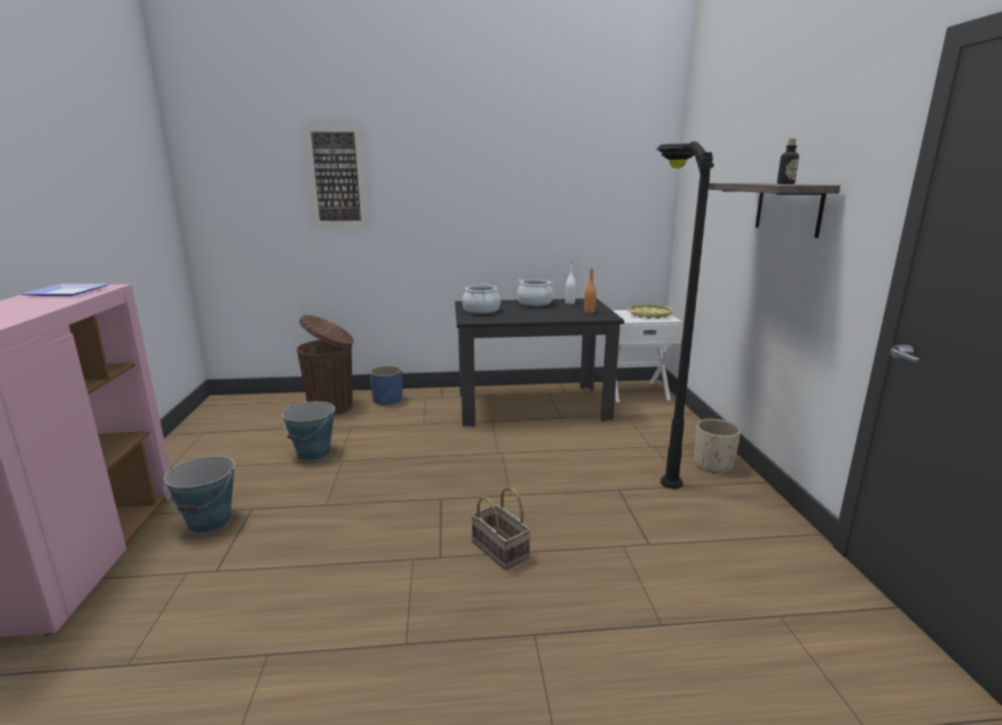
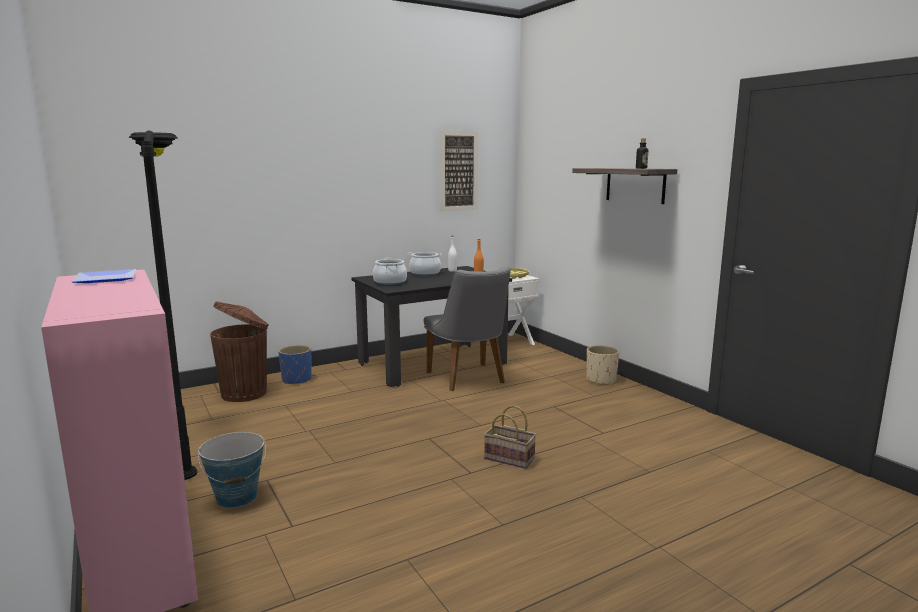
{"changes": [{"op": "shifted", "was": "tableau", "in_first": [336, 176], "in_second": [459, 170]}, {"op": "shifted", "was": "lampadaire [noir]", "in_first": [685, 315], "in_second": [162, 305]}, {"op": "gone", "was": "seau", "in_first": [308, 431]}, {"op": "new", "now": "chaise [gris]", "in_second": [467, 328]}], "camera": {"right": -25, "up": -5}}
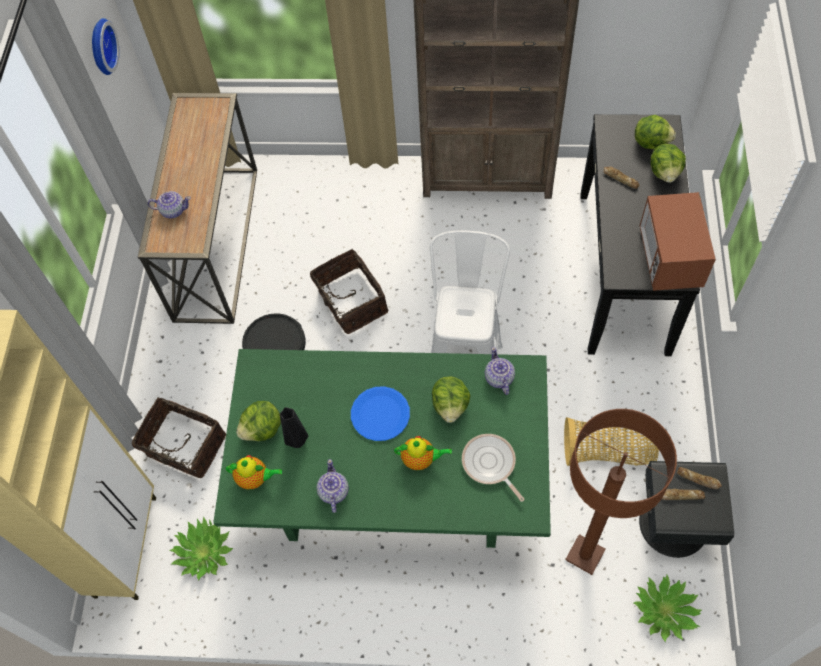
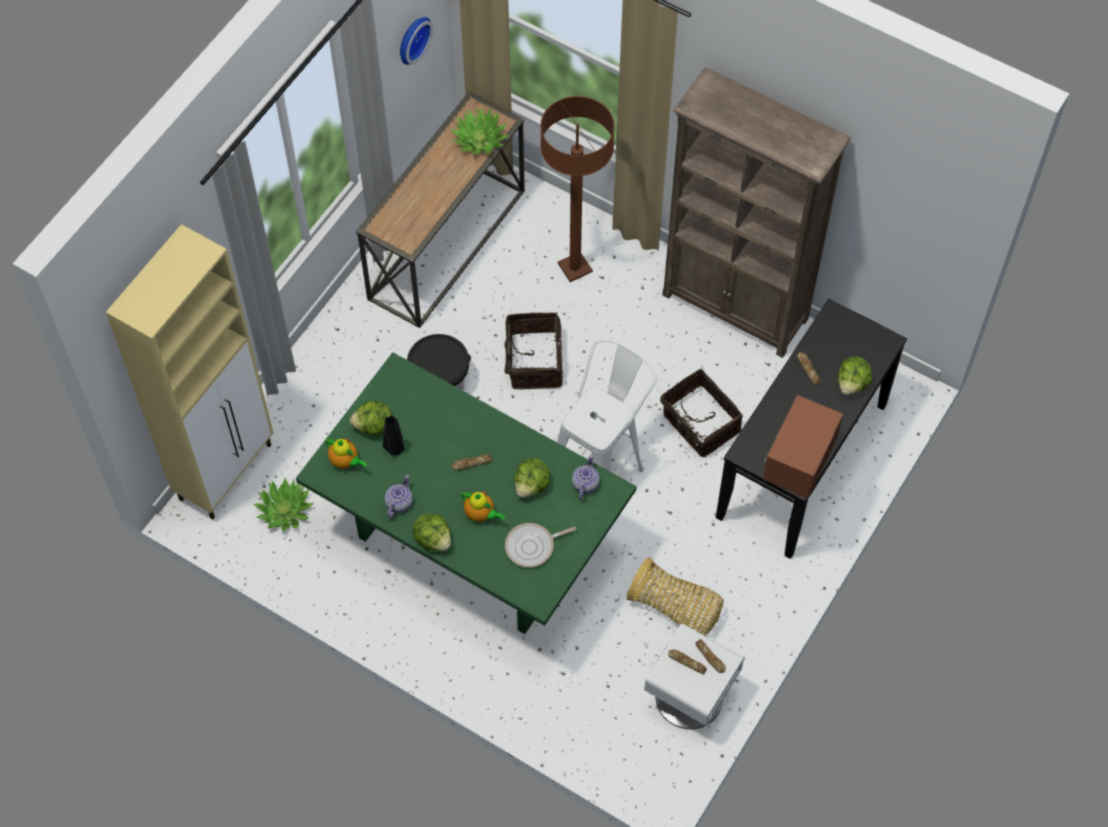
{"changes": [{"op": "shifted", "was": "laitue", "in_first": [655, 132], "in_second": [431, 532]}, {"op": "gone", "was": "théière", "in_first": [169, 205]}, {"op": "swapped", "was": "assiette [bleu]", "now": "pain", "in_first": [380, 413], "in_second": [472, 463]}, {"op": "shifted", "was": "panier", "in_first": [179, 440], "in_second": [701, 413]}, {"op": "shifted", "was": "lampadaire [marron]", "in_first": [621, 492], "in_second": [577, 189]}, {"op": "rotated", "was": "poêle", "in_first": [493, 468], "in_second": [540, 545], "clockwise": -105}, {"op": "repainted", "was": "table de chevet [noir]", "now": "table de chevet [blanc]", "in_first": [686, 509], "in_second": [694, 676]}, {"op": "shifted", "was": "plante en pot", "in_first": [668, 608], "in_second": [480, 131]}], "camera": {"right": 25, "up": 0}}
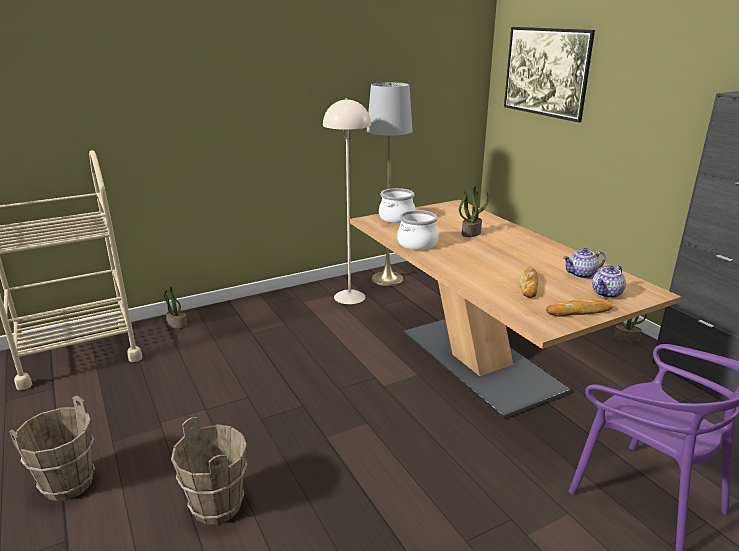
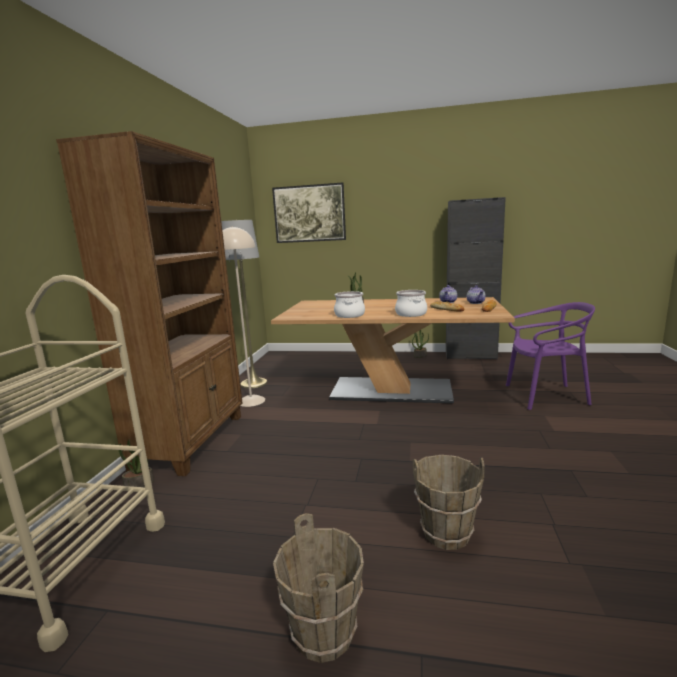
{"changes": [{"op": "shifted", "was": "marmite", "in_first": [397, 205], "in_second": [411, 303]}, {"op": "new", "now": "bibliothèque [marron]", "in_second": [149, 303]}], "camera": {"right": -50, "up": -10}}
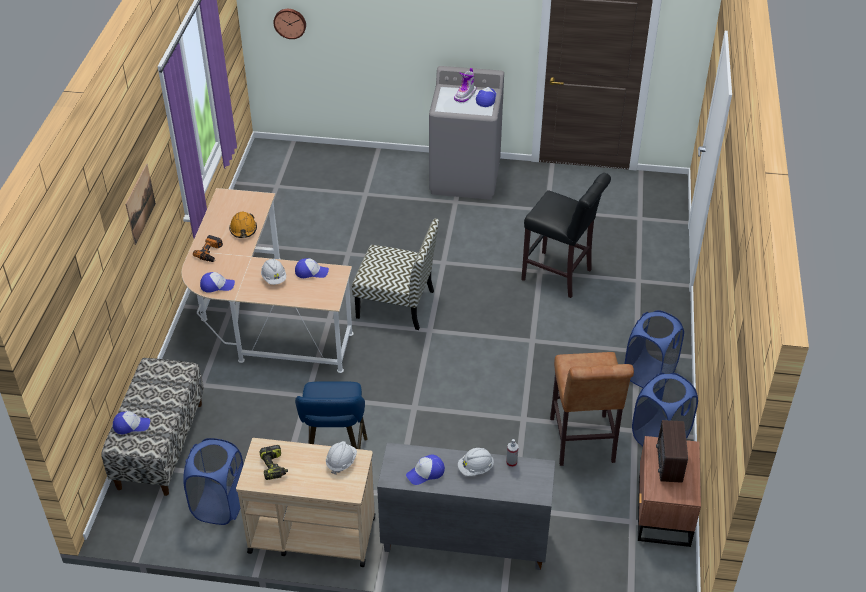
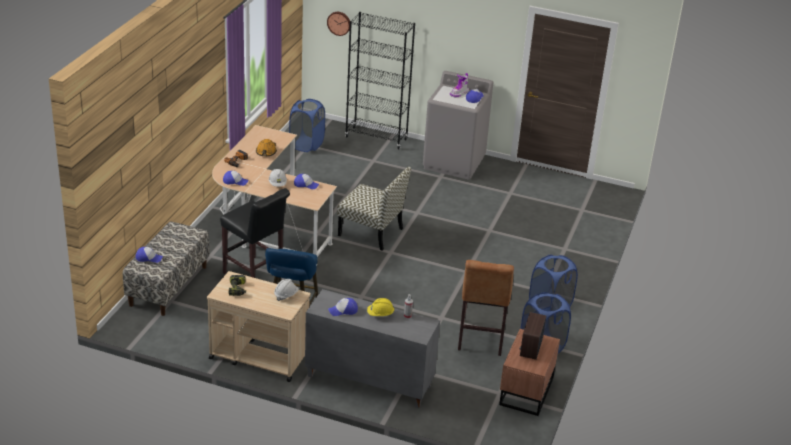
{"changes": [{"op": "gone", "was": "tableau", "in_first": [141, 204]}, {"op": "shifted", "was": "tabouret [noir]", "in_first": [566, 235], "in_second": [255, 233]}, {"op": "shifted", "was": "panier à linge [bleu]", "in_first": [213, 481], "in_second": [307, 125]}, {"op": "repainted", "was": "casque de chantier [blanc]", "now": "casque de chantier [jaune]", "in_first": [476, 462], "in_second": [380, 307]}, {"op": "new", "now": "bibliothèque [noir]", "in_second": [380, 80]}], "camera": {"right": 10, "up": -10}}
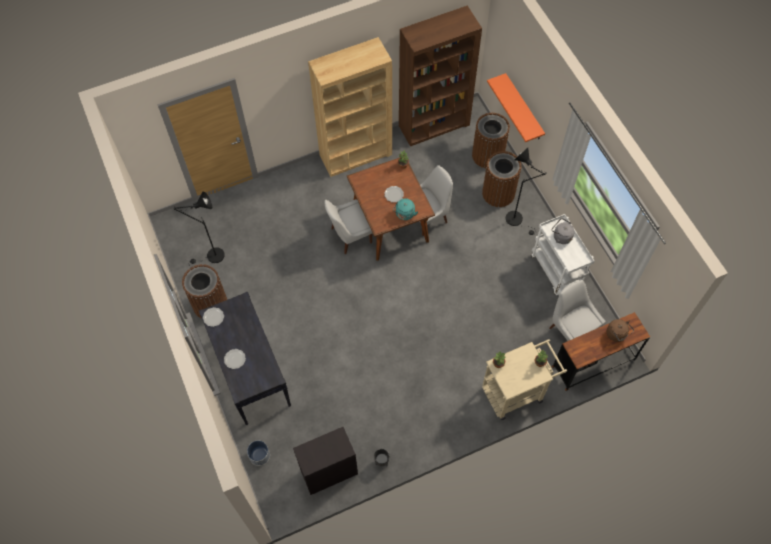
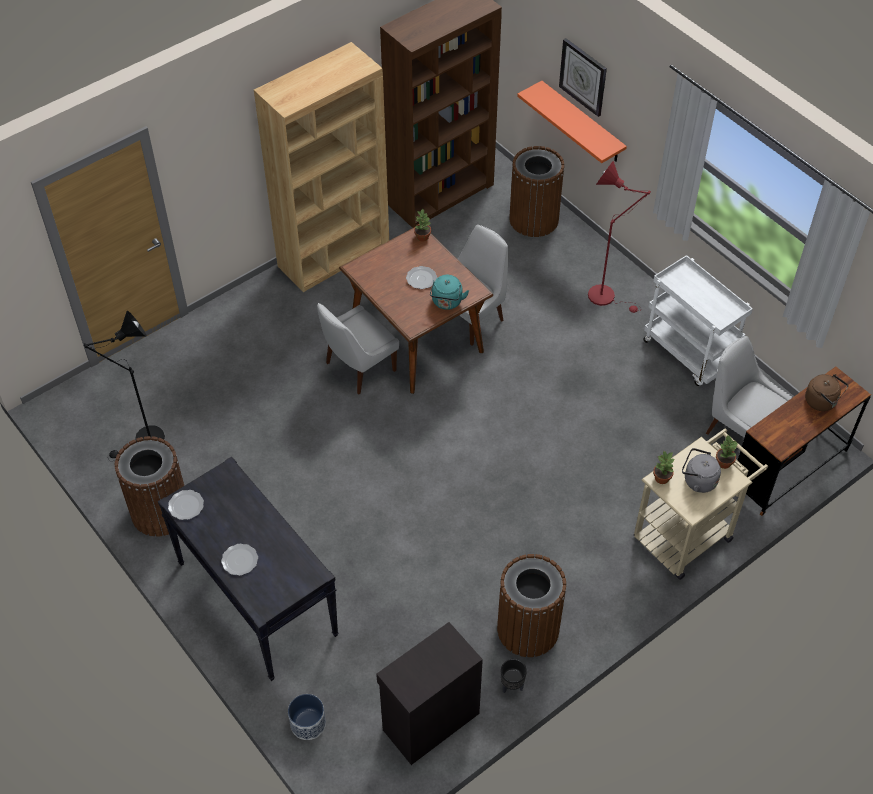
{"changes": [{"op": "repainted", "was": "lampadaire [noir]", "now": "lampadaire [rouge]", "in_first": [526, 191], "in_second": [619, 237]}, {"op": "shifted", "was": "poubelle [marron]", "in_first": [501, 179], "in_second": [531, 605]}, {"op": "shifted", "was": "bouilloire [gris]", "in_first": [563, 231], "in_second": [701, 470]}, {"op": "new", "now": "horloge murale", "in_second": [583, 77]}], "camera": {"right": -15, "up": -10}}
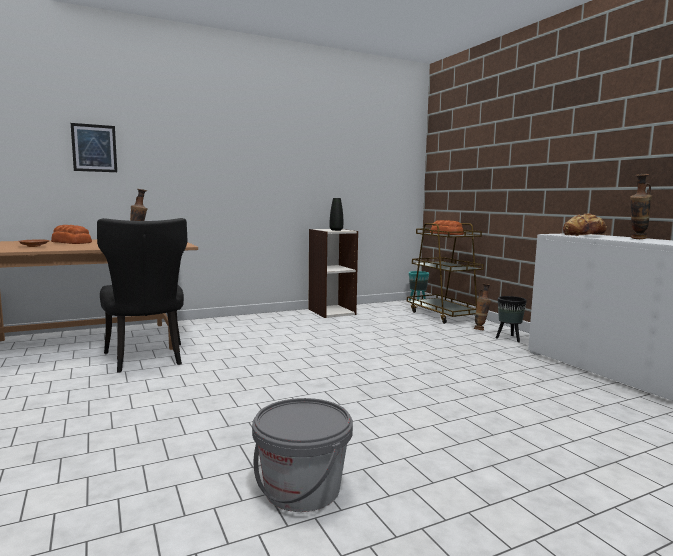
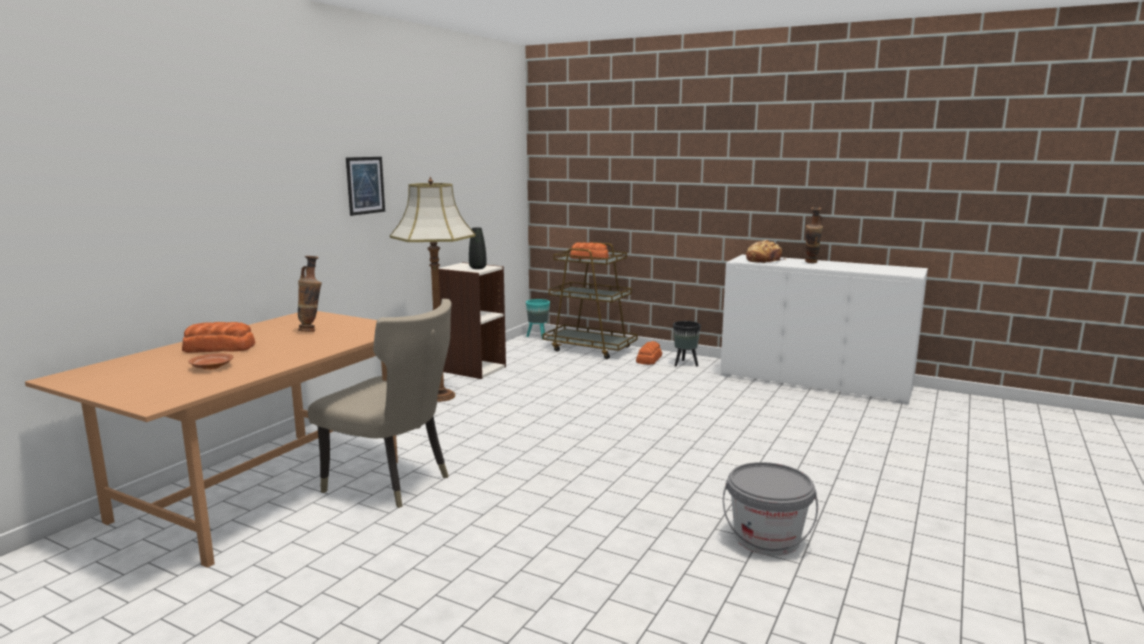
{"changes": [{"op": "shifted", "was": "tableau", "in_first": [94, 147], "in_second": [365, 186]}, {"op": "repainted", "was": "chaise [noir]", "now": "chaise [beige]", "in_first": [142, 295], "in_second": [380, 403]}, {"op": "swapped", "was": "vase", "now": "pain", "in_first": [482, 307], "in_second": [649, 353]}, {"op": "new", "now": "lampadaire", "in_second": [432, 289]}], "camera": {"right": -35, "up": 5}}
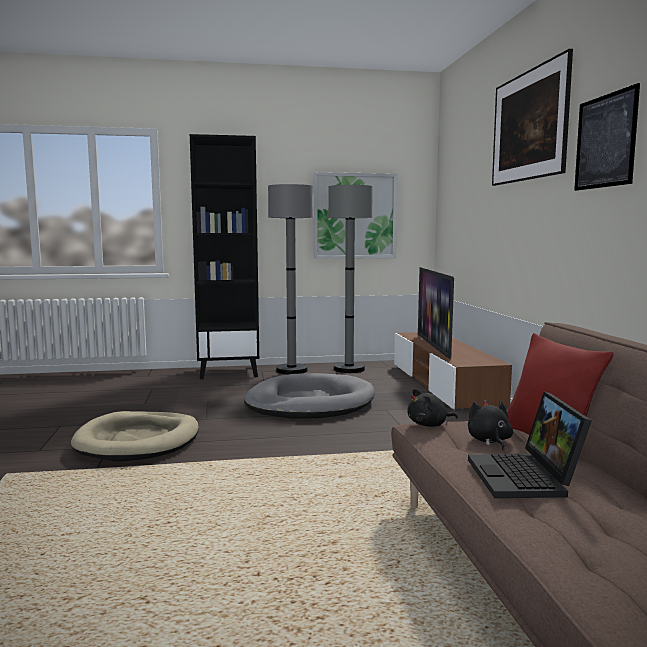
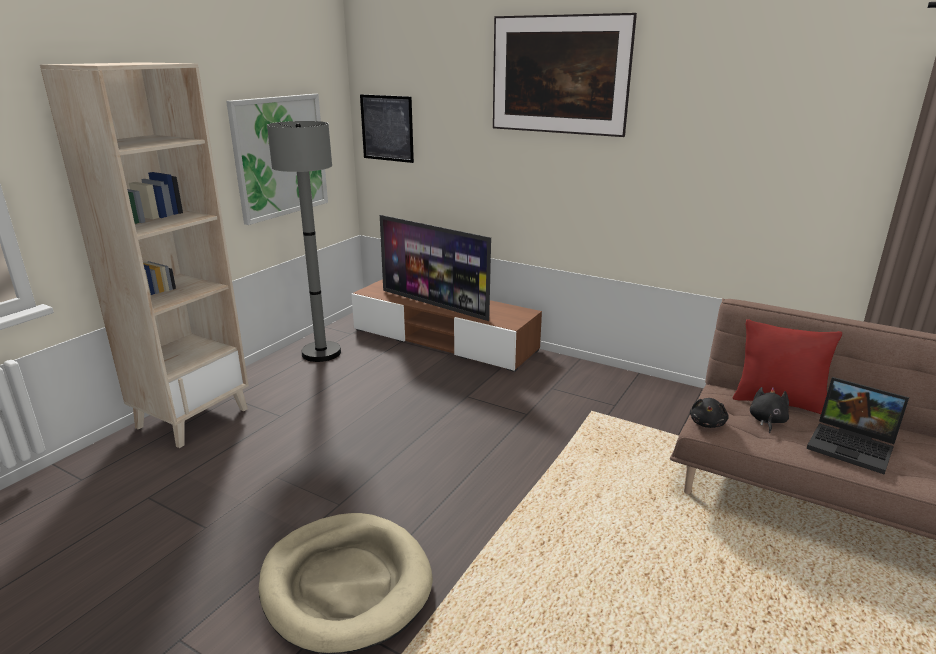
{"changes": [{"op": "shifted", "was": "tableau", "in_first": [607, 137], "in_second": [387, 128]}, {"op": "repainted", "was": "bibliothèque [noir]", "now": "bibliothèque [beige]", "in_first": [224, 256], "in_second": [144, 255]}, {"op": "gone", "was": "lampadaire [gris]", "in_first": [290, 279]}, {"op": "gone", "was": "panier pour chien [gris]", "in_first": [309, 396]}, {"op": "rotated", "was": "peluche [noir]", "in_first": [490, 425], "in_second": [769, 410], "clockwise": 75}], "camera": {"right": -50, "up": 15}}
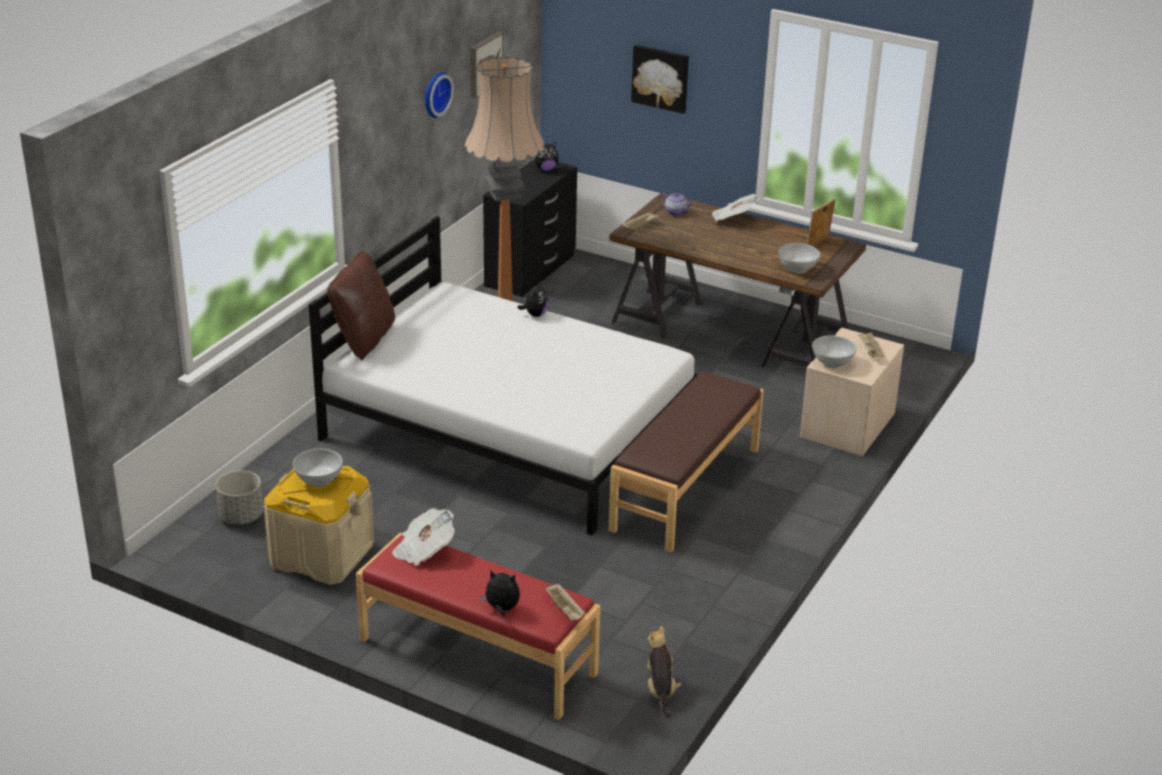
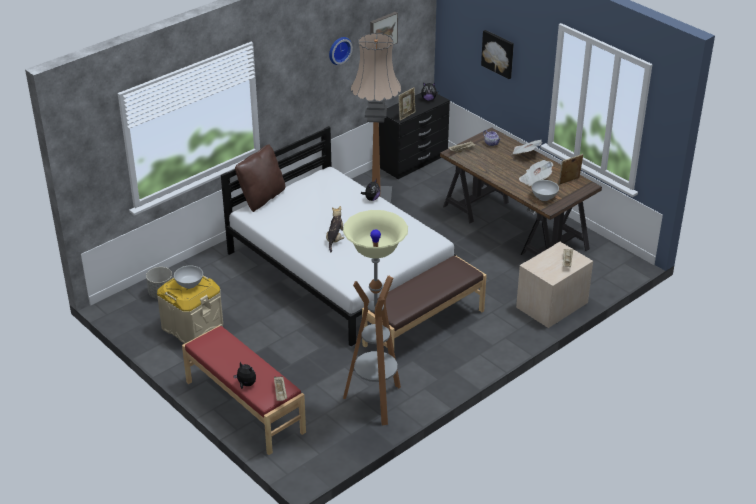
{"changes": [{"op": "gone", "was": "bol [blanc]", "in_first": [834, 351]}, {"op": "shifted", "was": "journal", "in_first": [423, 536], "in_second": [536, 173]}, {"op": "shifted", "was": "peluche", "in_first": [664, 672], "in_second": [335, 229]}, {"op": "new", "now": "cadre photo", "in_second": [407, 104]}, {"op": "new", "now": "lampadaire", "in_second": [375, 318]}], "camera": {"right": 20, "up": 5}}
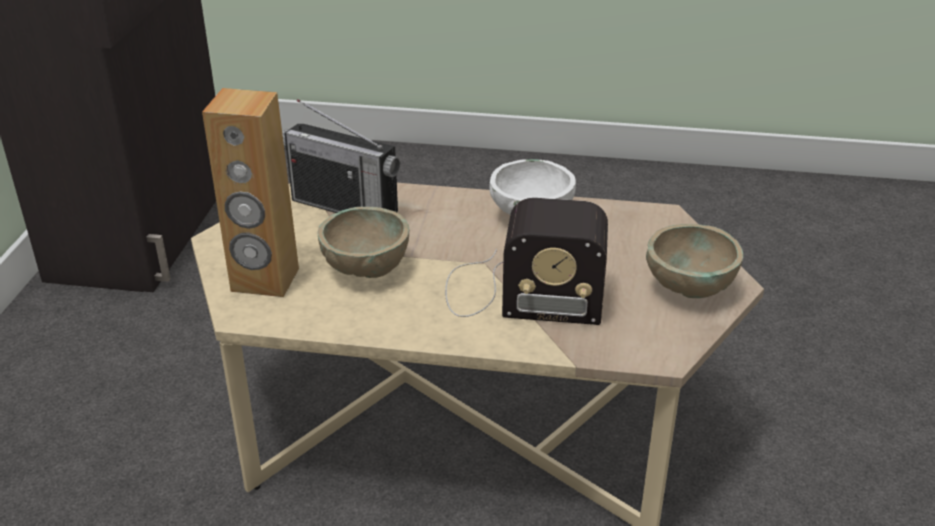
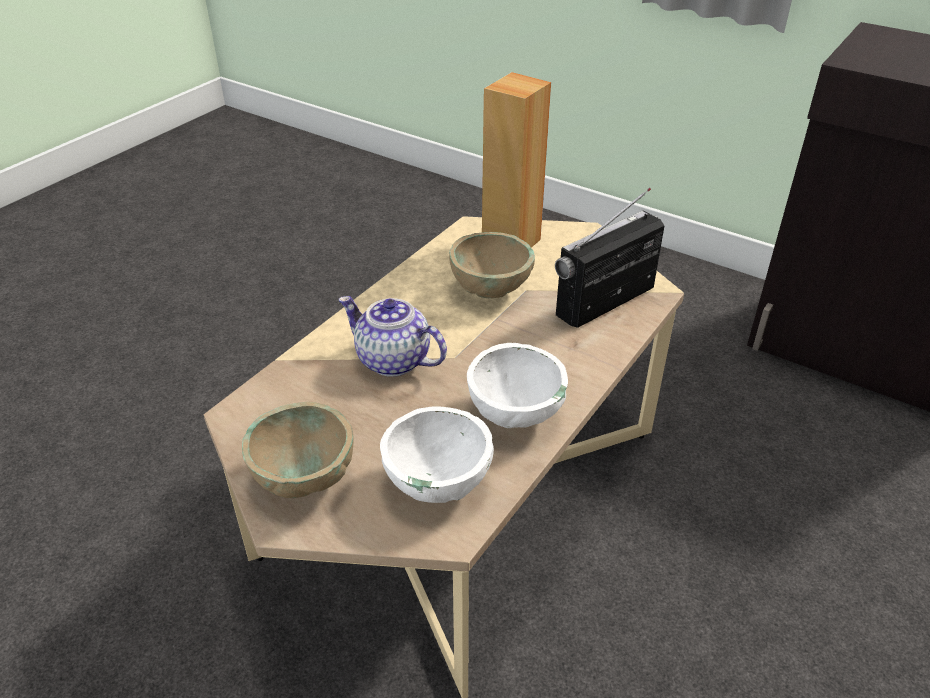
{"changes": [{"op": "swapped", "was": "radio", "now": "théière", "in_first": [526, 261], "in_second": [393, 336]}, {"op": "new", "now": "bol [blanc]", "in_second": [437, 454]}], "camera": {"right": 115, "up": 5}}
